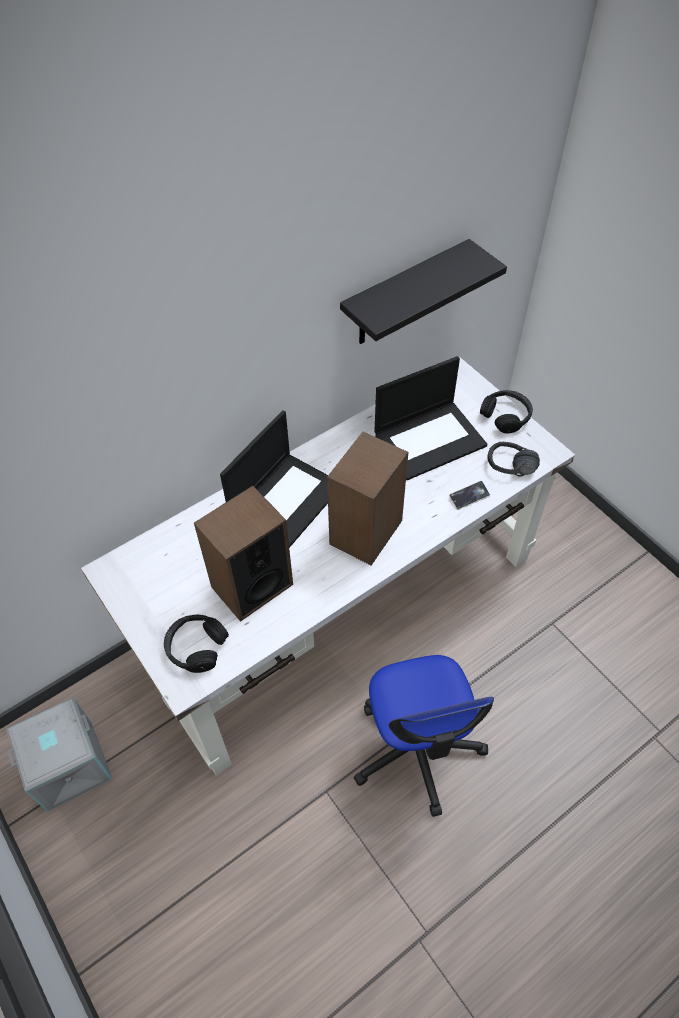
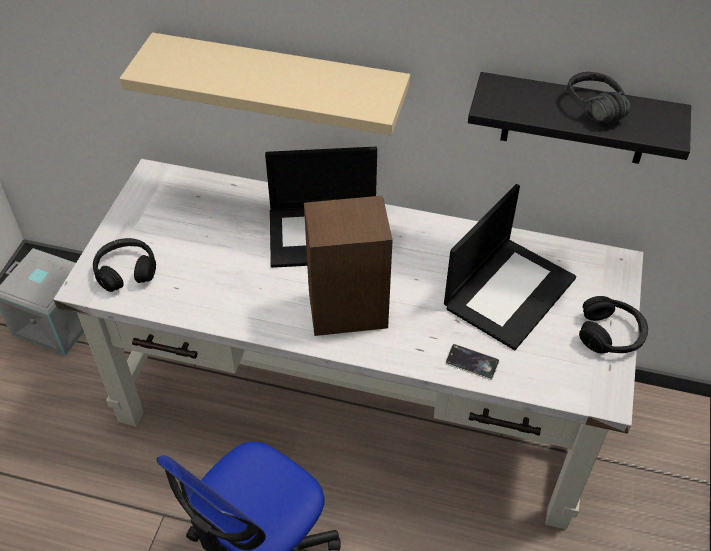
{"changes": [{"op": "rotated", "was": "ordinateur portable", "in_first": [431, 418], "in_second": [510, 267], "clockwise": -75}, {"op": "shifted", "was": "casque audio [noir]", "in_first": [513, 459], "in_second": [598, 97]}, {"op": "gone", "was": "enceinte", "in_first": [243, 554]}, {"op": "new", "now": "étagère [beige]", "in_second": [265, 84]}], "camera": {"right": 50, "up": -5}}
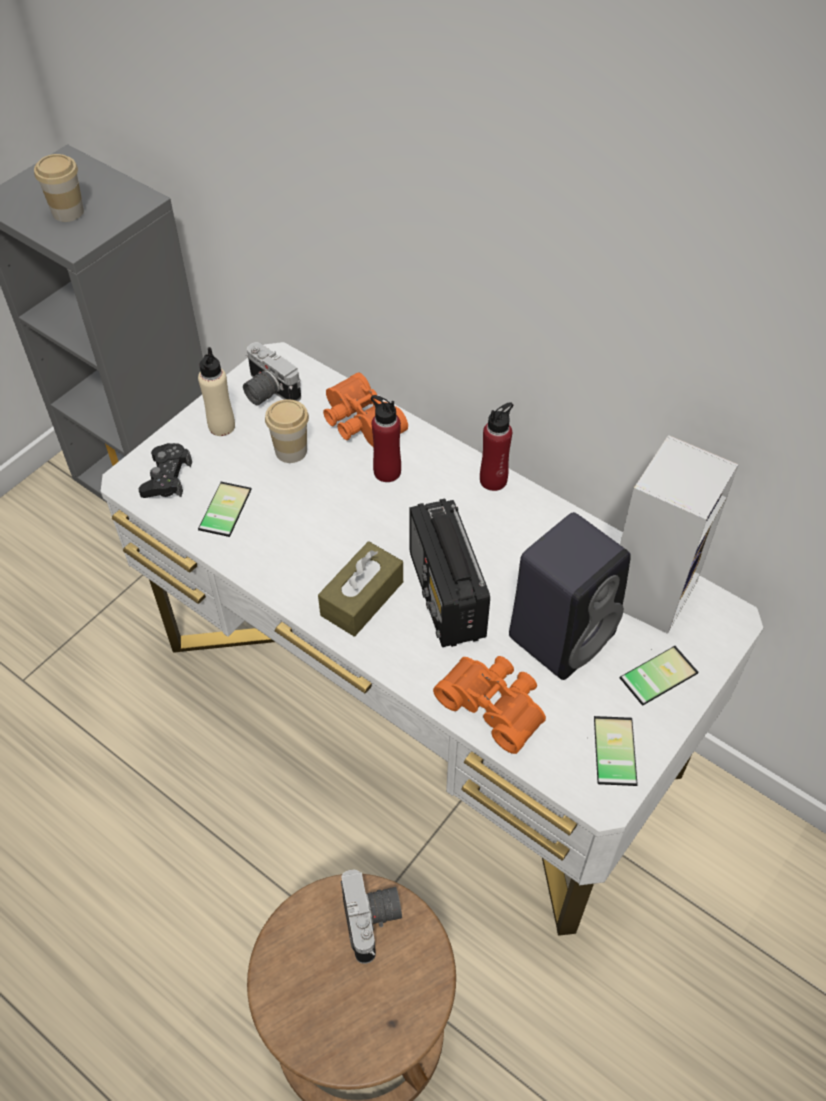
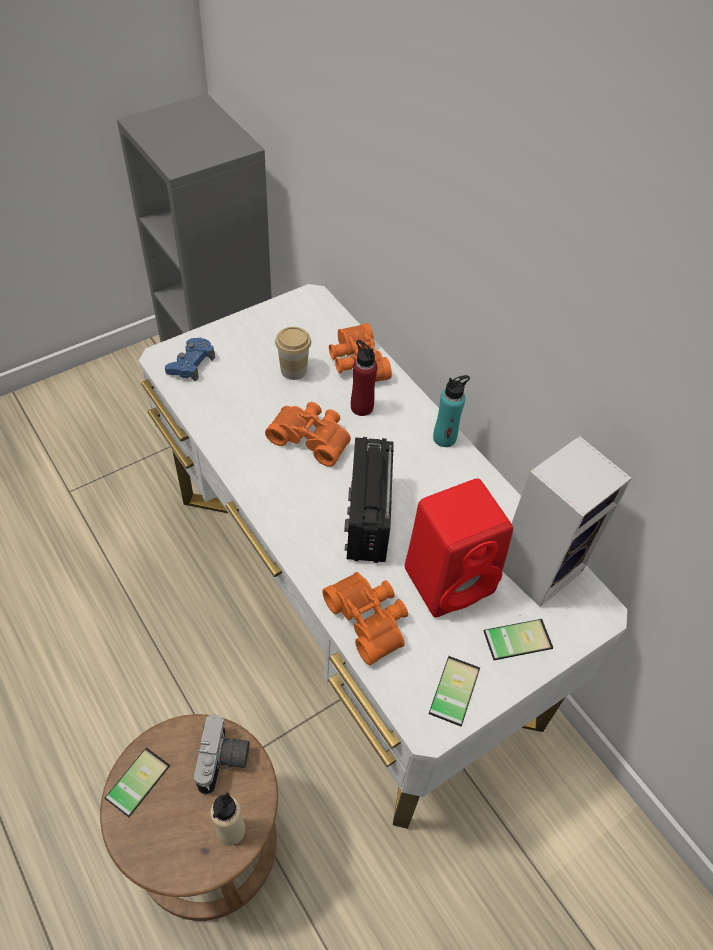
{"changes": [{"op": "gone", "was": "tasse", "in_first": [59, 188]}, {"op": "gone", "was": "appareil photo", "in_first": [272, 373]}, {"op": "shifted", "was": "bouteille [beige]", "in_first": [216, 391], "in_second": [227, 819]}, {"op": "repainted", "was": "bouteille [rouge]", "now": "bouteille [turquoise]", "in_first": [496, 446], "in_second": [451, 411]}, {"op": "repainted", "was": "manette [noir]", "now": "manette [bleu]", "in_first": [165, 470], "in_second": [190, 360]}, {"op": "shifted", "was": "téléphone", "in_first": [225, 509], "in_second": [137, 782]}, {"op": "repainted", "was": "enceinte [noir]", "now": "enceinte [rouge]", "in_first": [570, 596], "in_second": [458, 547]}, {"op": "gone", "was": "boîte à mouchoirs [marron]", "in_first": [360, 588]}, {"op": "new", "now": "jumelles [orange]", "in_second": [308, 434]}], "camera": {"right": 15, "up": 0}}
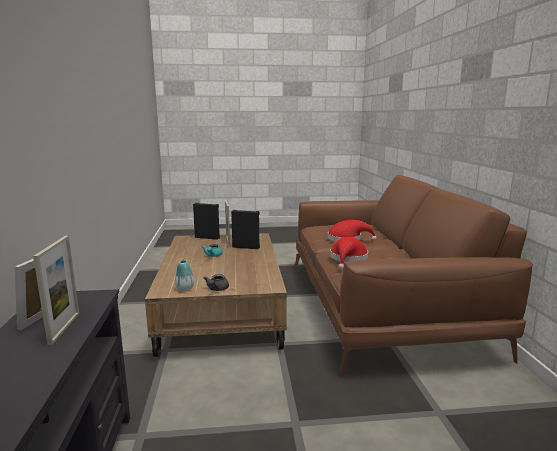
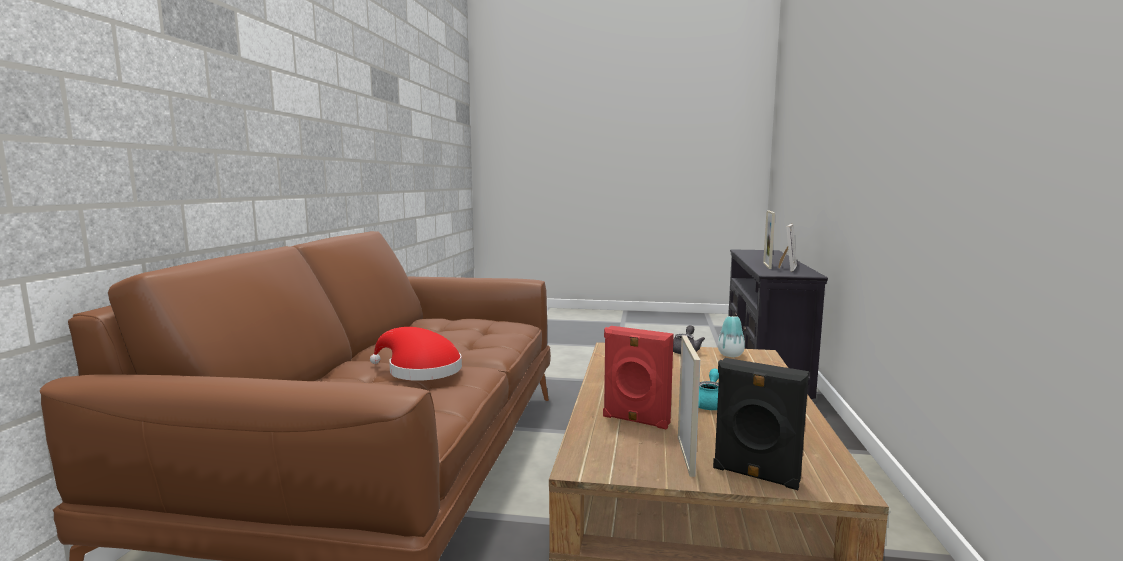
{"changes": [{"op": "repainted", "was": "enceinte [noir]", "now": "enceinte [rouge]", "in_first": [245, 229], "in_second": [638, 377]}, {"op": "gone", "was": "chapeau [rouge]", "in_first": [349, 253]}], "camera": {"right": -165, "up": -5}}
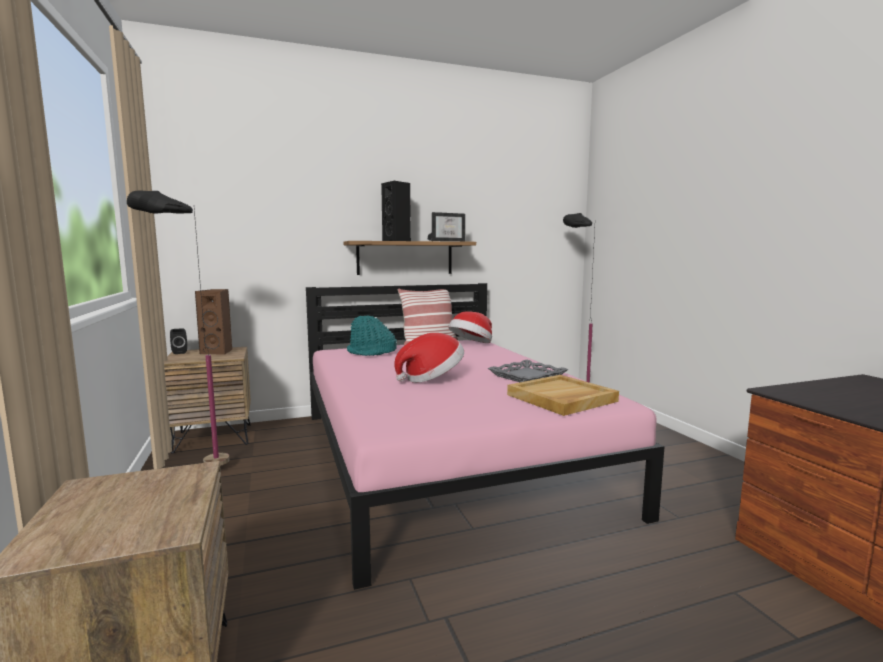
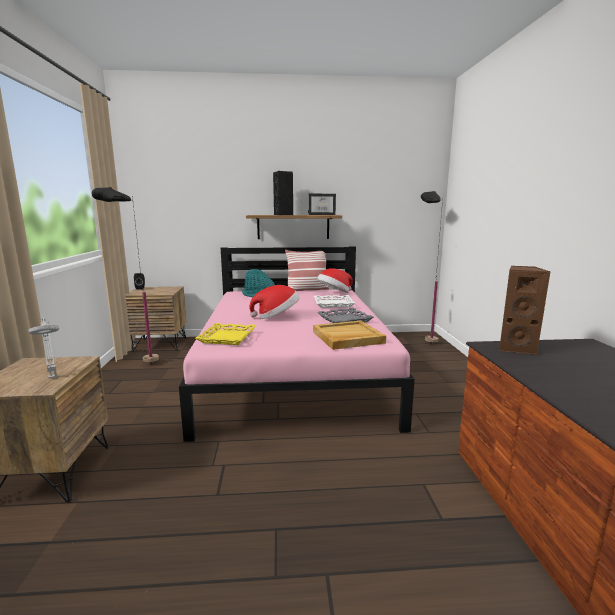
{"changes": [{"op": "shifted", "was": "enceinte [marron]", "in_first": [214, 322], "in_second": [524, 310]}, {"op": "new", "now": "plateau [blanc]", "in_second": [334, 301]}, {"op": "new", "now": "lampe de table [gris]", "in_second": [43, 348]}, {"op": "new", "now": "plateau [jaune]", "in_second": [226, 334]}], "camera": {"right": 15, "up": 5}}
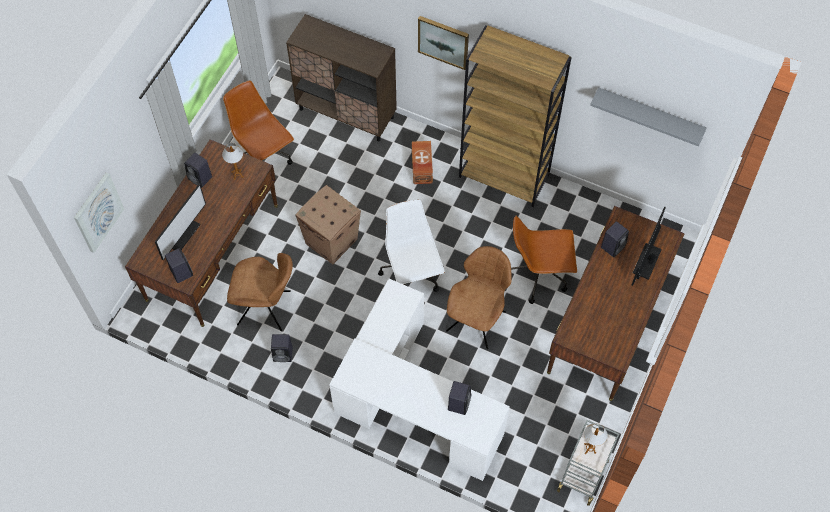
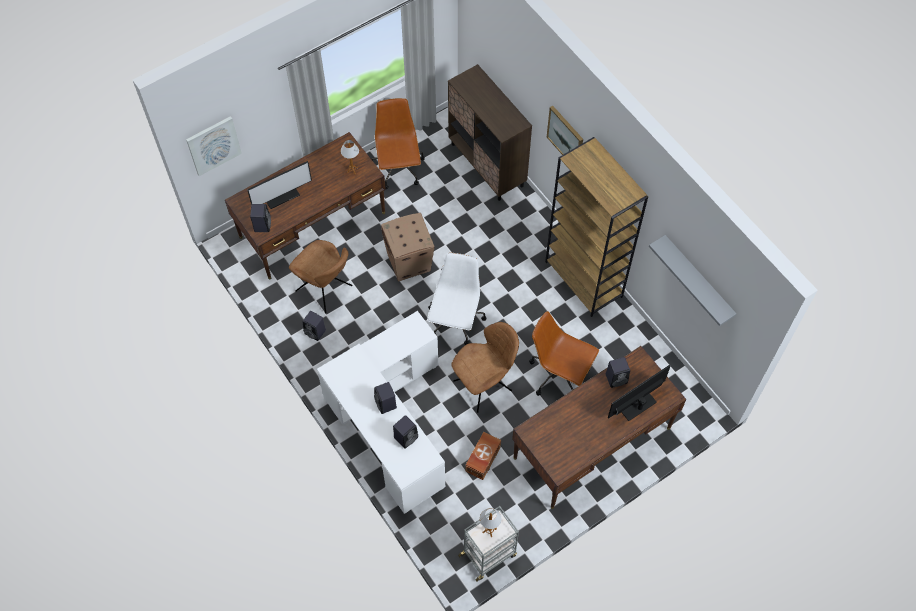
{"changes": [{"op": "shifted", "was": "boîte de rangement [marron]", "in_first": [422, 162], "in_second": [483, 456]}, {"op": "shifted", "was": "enceinte [noir]", "in_first": [198, 170], "in_second": [385, 398]}], "camera": {"right": 30, "up": 0}}
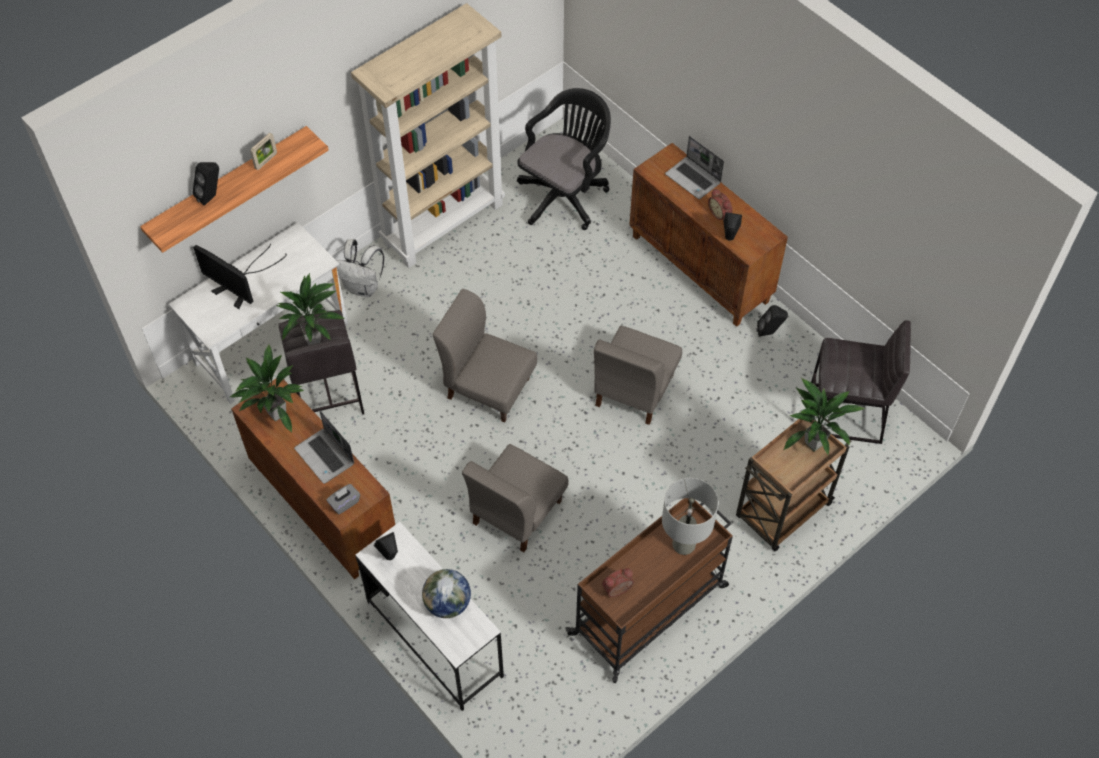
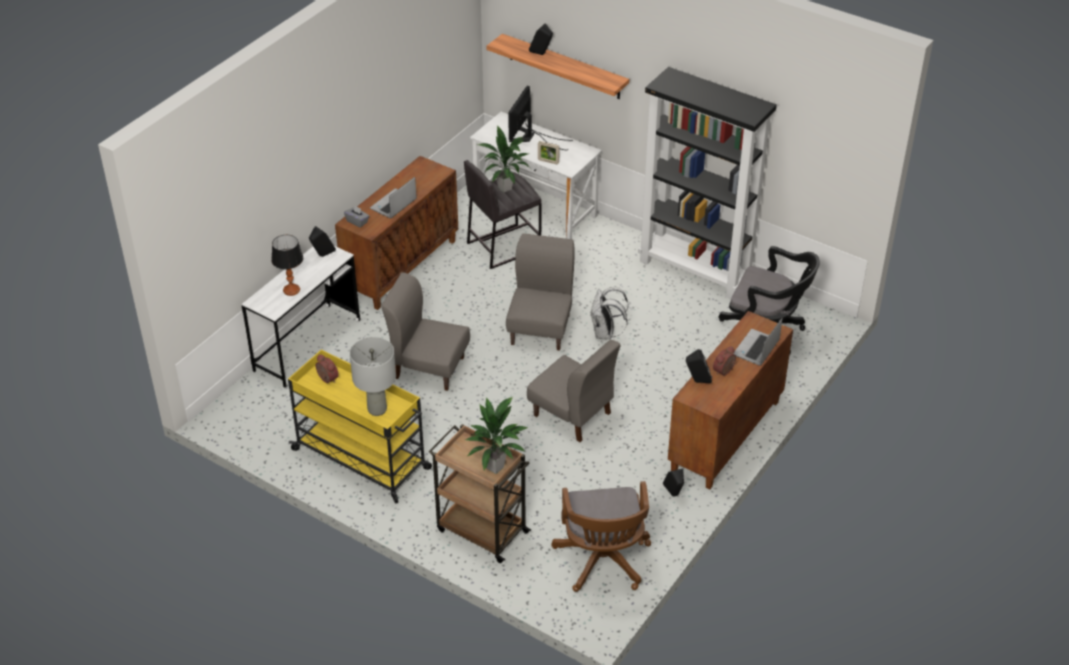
{"changes": [{"op": "repainted", "was": "bibliothèque [beige]", "now": "bibliothèque [noir]", "in_first": [428, 135], "in_second": [707, 183]}, {"op": "shifted", "was": "cadre photo", "in_first": [263, 151], "in_second": [549, 152]}, {"op": "shifted", "was": "sac à dos [blanc]", "in_first": [360, 268], "in_second": [609, 313]}, {"op": "swapped", "was": "tabouret [gris]", "now": "chaise de bureau [marron]", "in_first": [861, 382], "in_second": [601, 536]}, {"op": "rotated", "was": "chaise [gris]", "in_first": [638, 375], "in_second": [574, 391], "clockwise": -150}, {"op": "gone", "was": "plante en pot", "in_first": [267, 388]}, {"op": "repainted", "was": "chariot [marron]", "now": "chariot [jaune]", "in_first": [649, 590], "in_second": [360, 426]}, {"op": "swapped", "was": "globe", "now": "lampe de table", "in_first": [446, 593], "in_second": [287, 265]}], "camera": {"right": 75, "up": -15}}
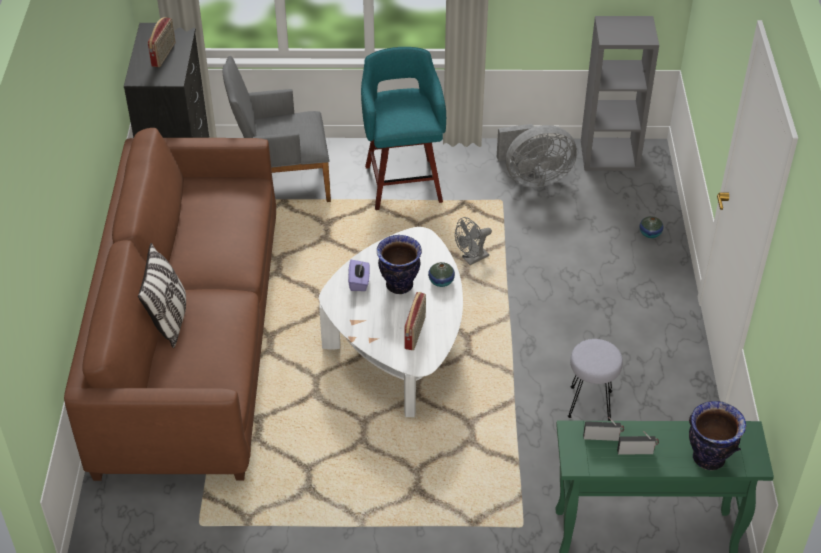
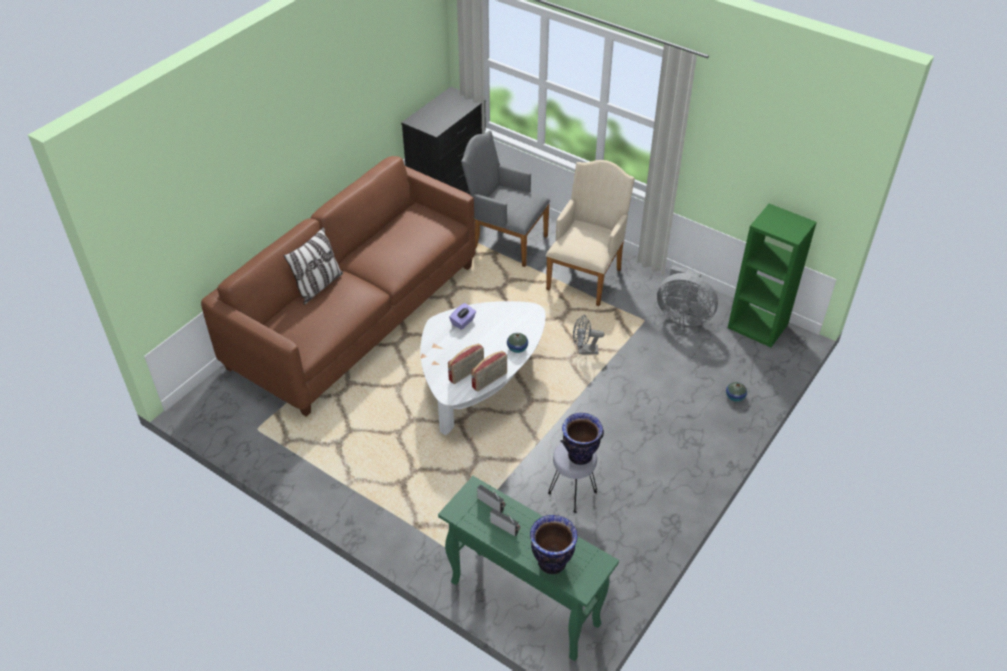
{"changes": [{"op": "repainted", "was": "bibliothèque [gris]", "now": "bibliothèque [vert]", "in_first": [620, 93], "in_second": [772, 275]}, {"op": "shifted", "was": "radio", "in_first": [161, 42], "in_second": [489, 371]}, {"op": "swapped", "was": "tabouret [turquoise]", "now": "fauteuil [beige]", "in_first": [403, 128], "in_second": [590, 233]}, {"op": "shifted", "was": "vase", "in_first": [399, 264], "in_second": [582, 439]}], "camera": {"right": 35, "up": 0}}
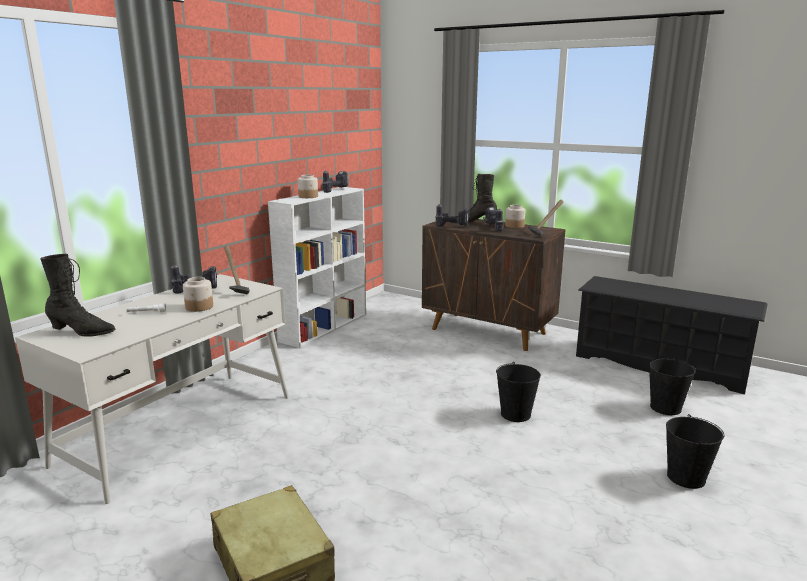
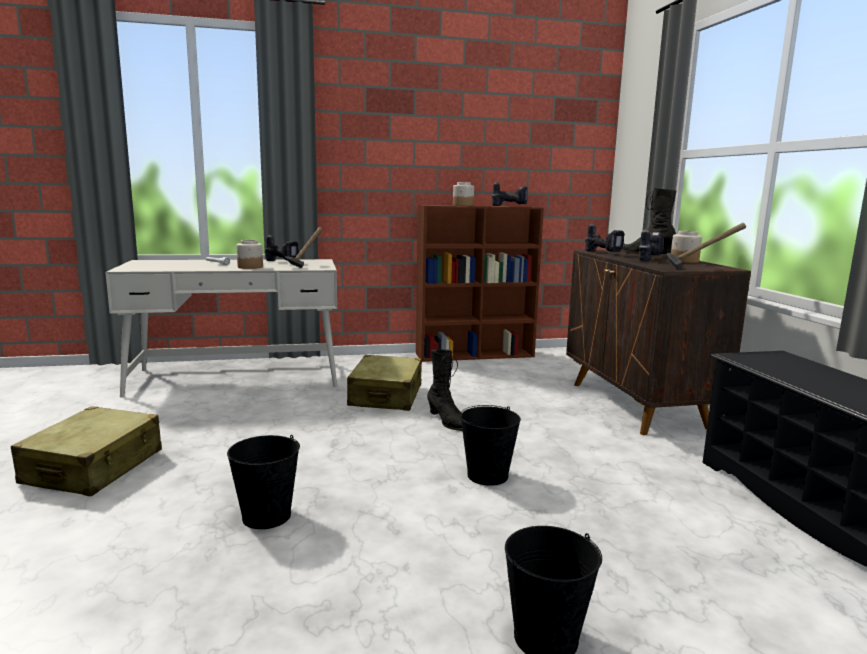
{"changes": [{"op": "repainted", "was": "bibliothèque [blanc]", "now": "bibliothèque [marron]", "in_first": [317, 267], "in_second": [480, 283]}, {"op": "shifted", "was": "botte [noir]", "in_first": [78, 295], "in_second": [445, 390]}, {"op": "shifted", "was": "seau [noir]", "in_first": [672, 385], "in_second": [263, 482]}, {"op": "new", "now": "valise [beige]", "in_second": [384, 383]}], "camera": {"right": 45, "up": -5}}
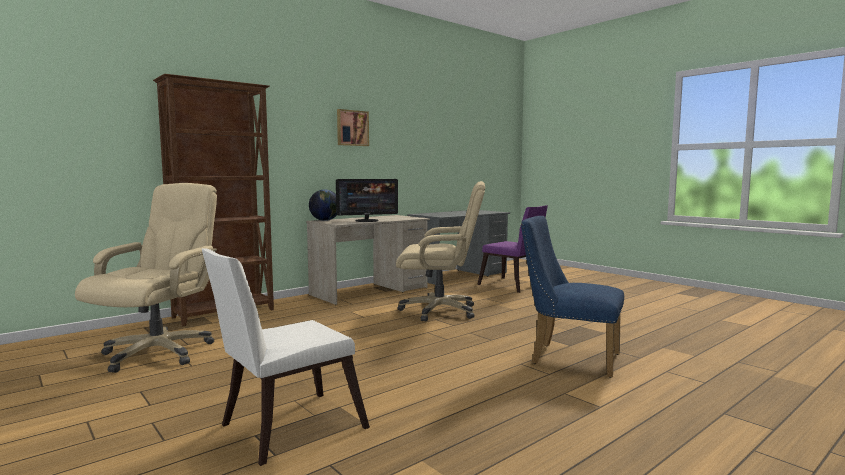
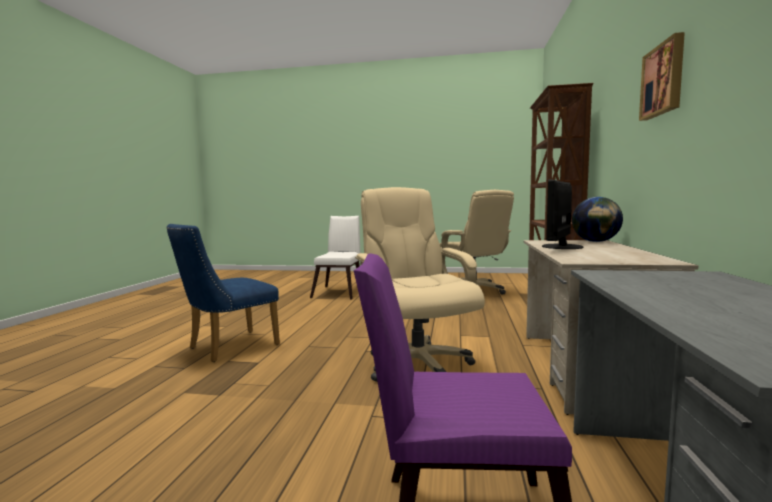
{"changes": [{"op": "rotated", "was": "chaise de bureau [beige]", "in_first": [440, 251], "in_second": [420, 284], "clockwise": 105}, {"op": "rotated", "was": "chaise [bleu]", "in_first": [572, 297], "in_second": [223, 293], "clockwise": 150}], "camera": {"right": 140, "up": 0}}
